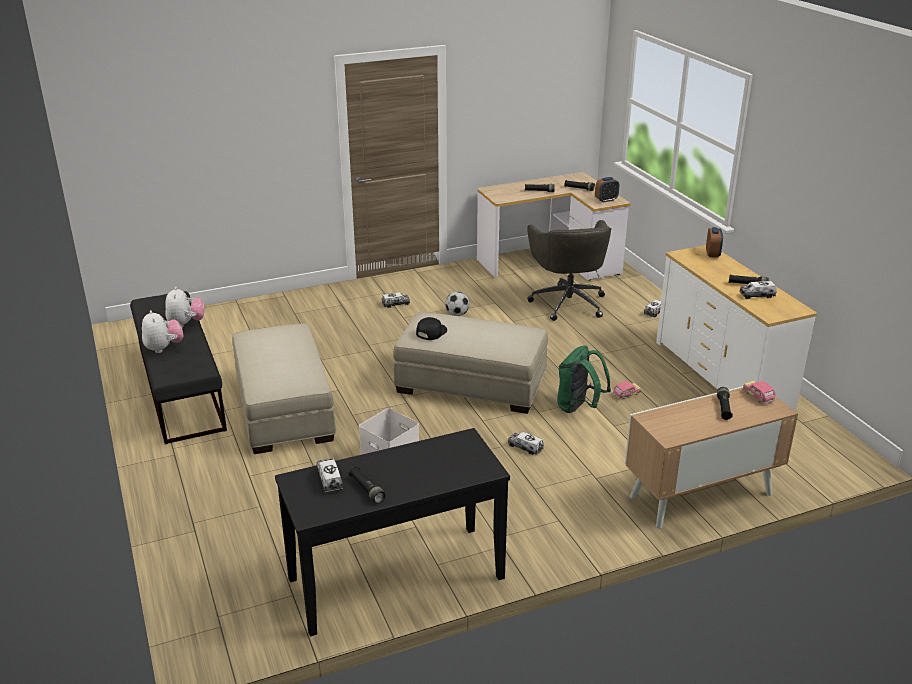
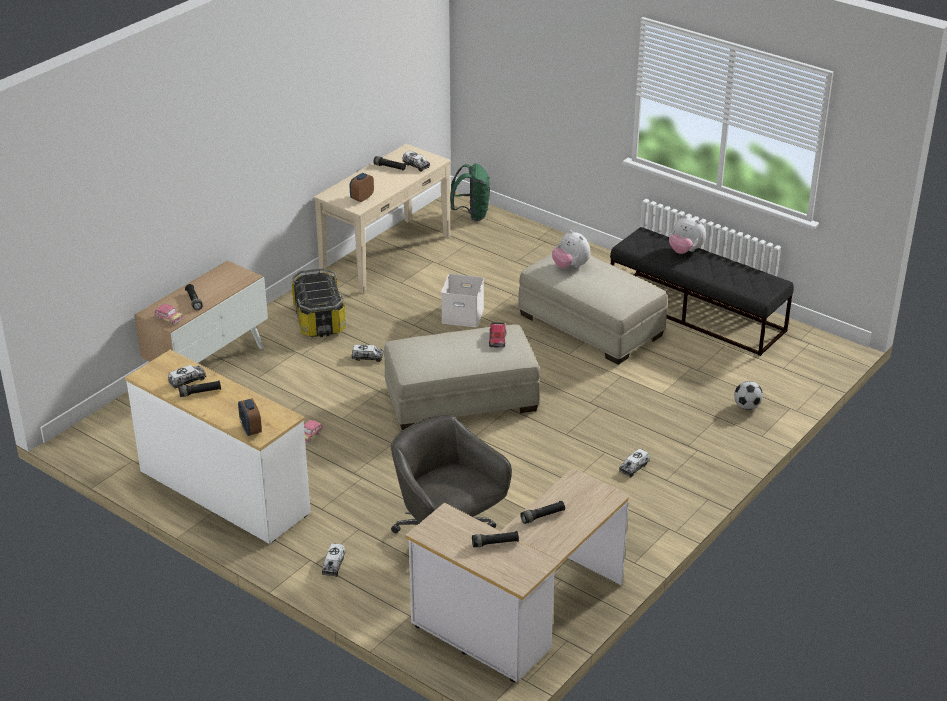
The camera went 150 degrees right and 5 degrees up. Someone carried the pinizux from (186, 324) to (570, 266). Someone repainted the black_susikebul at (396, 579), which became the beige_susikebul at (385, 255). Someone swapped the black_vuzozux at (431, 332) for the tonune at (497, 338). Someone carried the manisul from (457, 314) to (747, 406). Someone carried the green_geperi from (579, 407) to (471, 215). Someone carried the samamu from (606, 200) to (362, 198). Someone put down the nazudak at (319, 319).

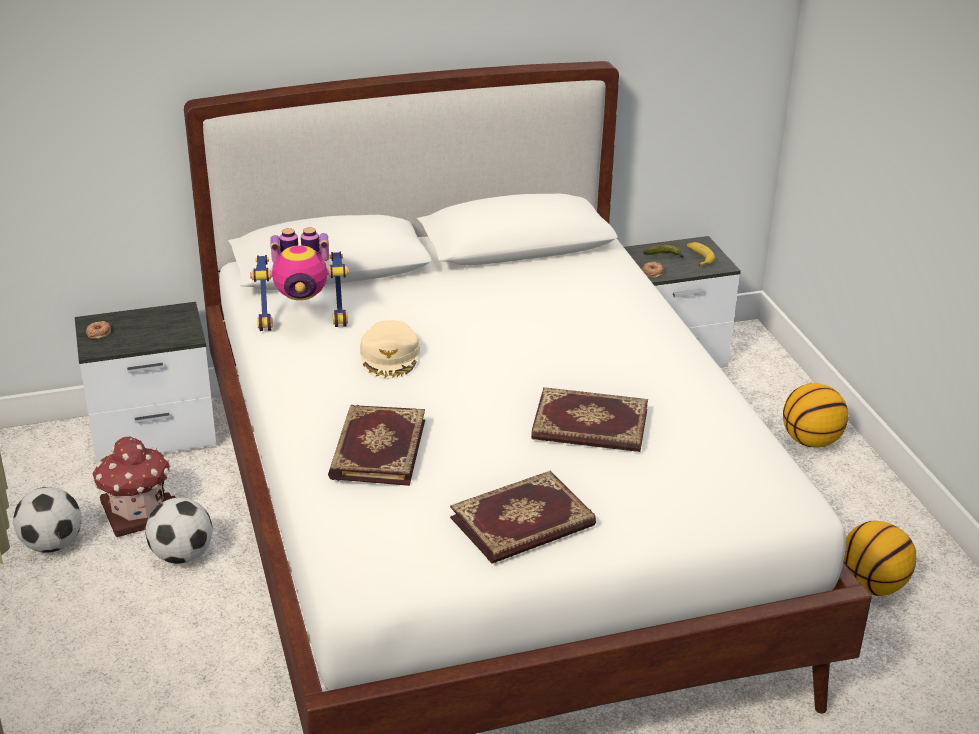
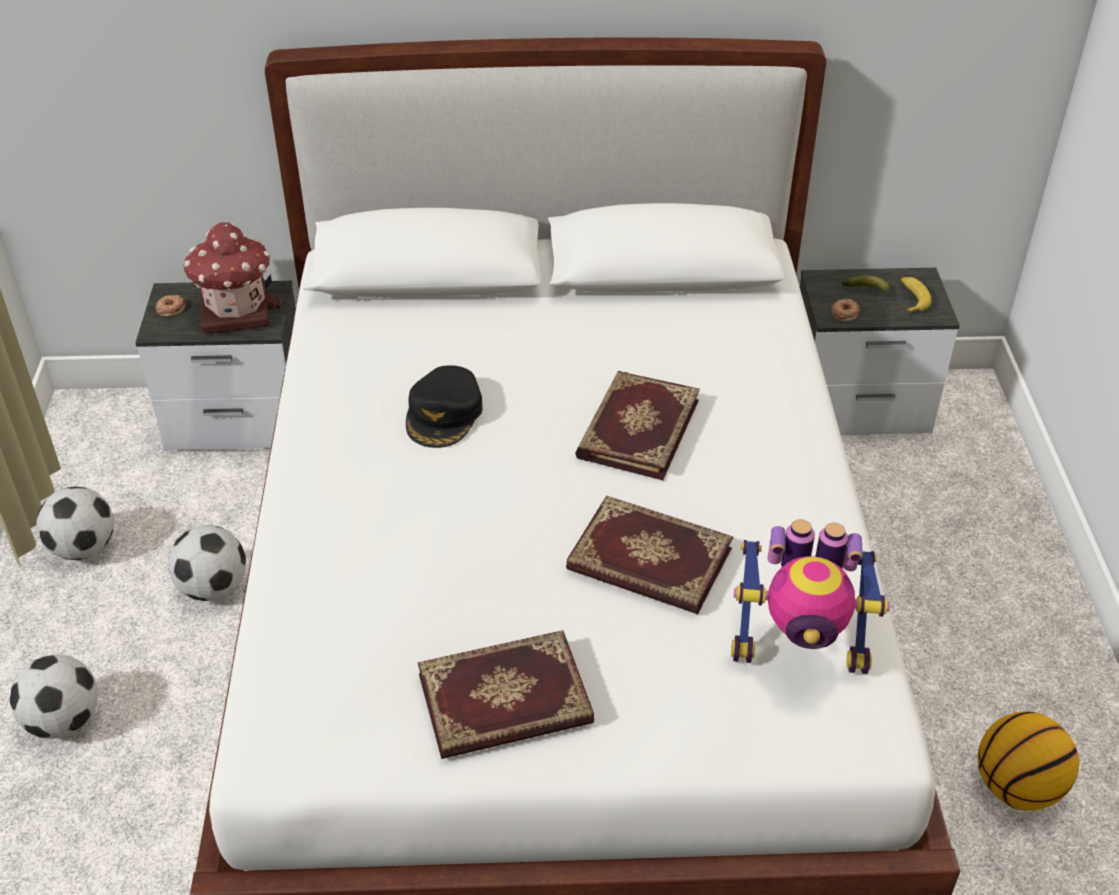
The camera went 15 degrees right and 10 degrees up. Someone carried the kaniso from (137, 511) to (236, 309). Someone carried the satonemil from (303, 321) to (800, 647). Someone carried the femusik from (376, 449) to (636, 428). Someone repainted the beige_vuzozux at (390, 357), which became the black_vuzozux at (444, 414). Someone took away the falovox at (811, 441). Someone put down the manisul at (64, 721).

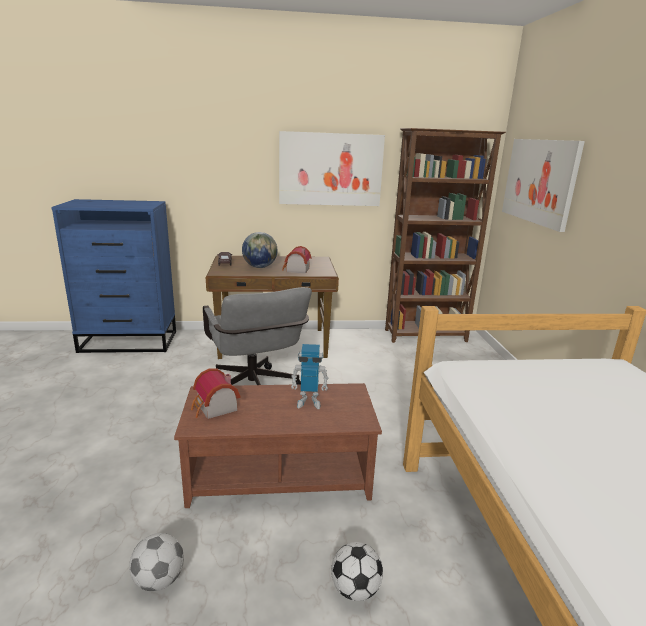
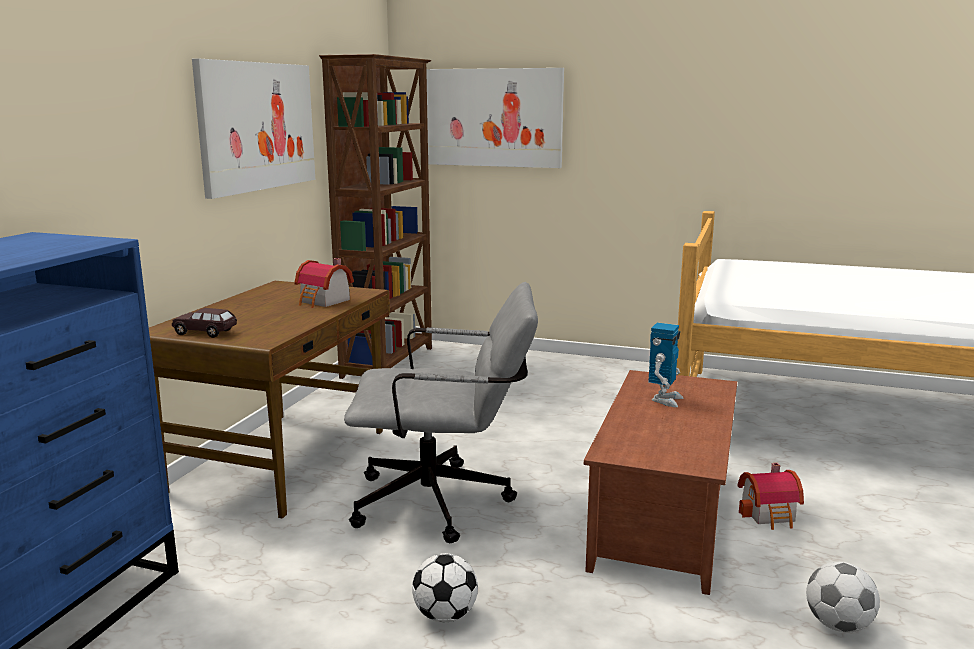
The camera went 65 degrees left and 5 degrees down. Someone carried the kaniso from (215, 408) to (770, 515). Someone took away the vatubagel at (260, 267). Someone carried the manisul from (355, 589) to (445, 615).

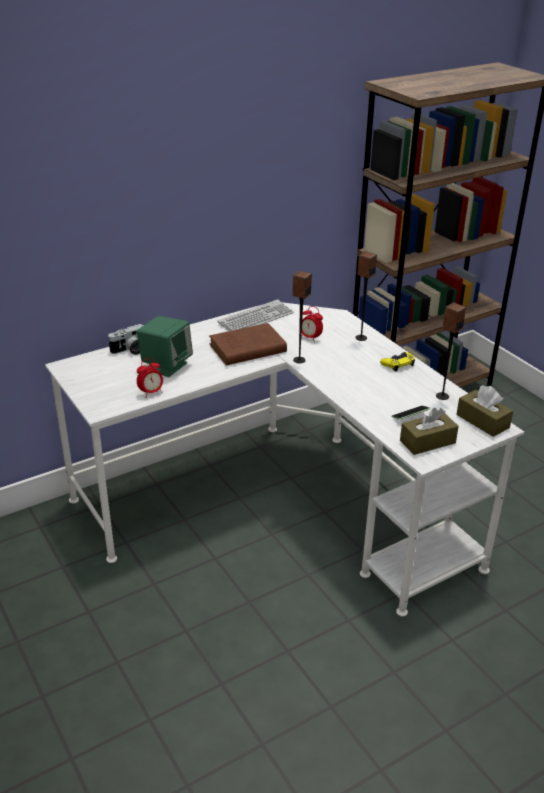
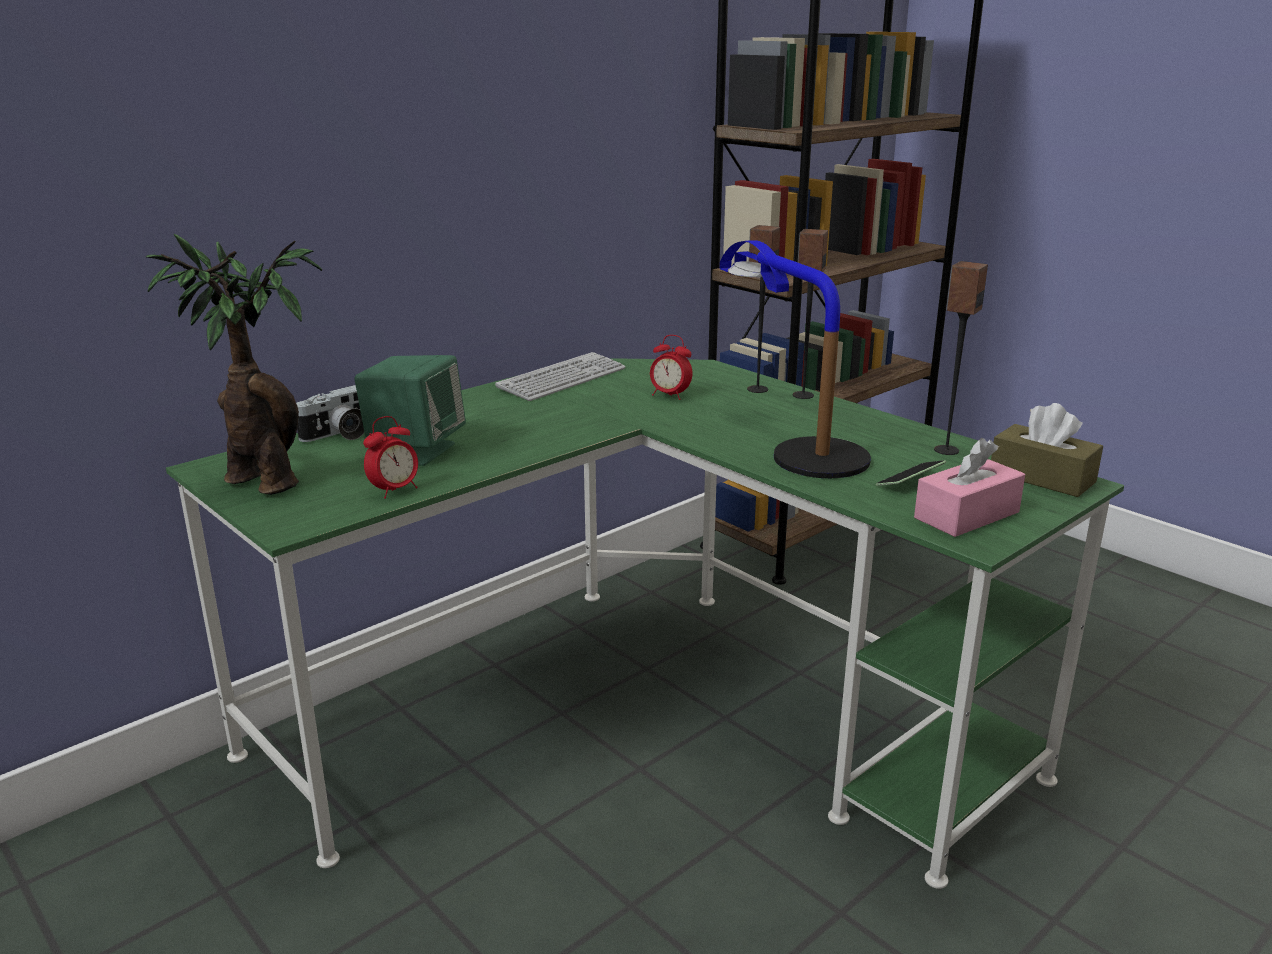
The camera went 10 degrees left and 10 degrees down. Someone repainted the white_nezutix at (280, 502), which became the green_nezutix at (639, 711). Someone took away the brown_femusik at (245, 349). Someone carried the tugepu from (299, 360) to (802, 395). Someone took away the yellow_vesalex at (398, 364). Someone repainted the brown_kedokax at (427, 442), which became the pink_kedokax at (966, 515). Someone put down the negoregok at (260, 480). Someone put down the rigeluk at (793, 441).

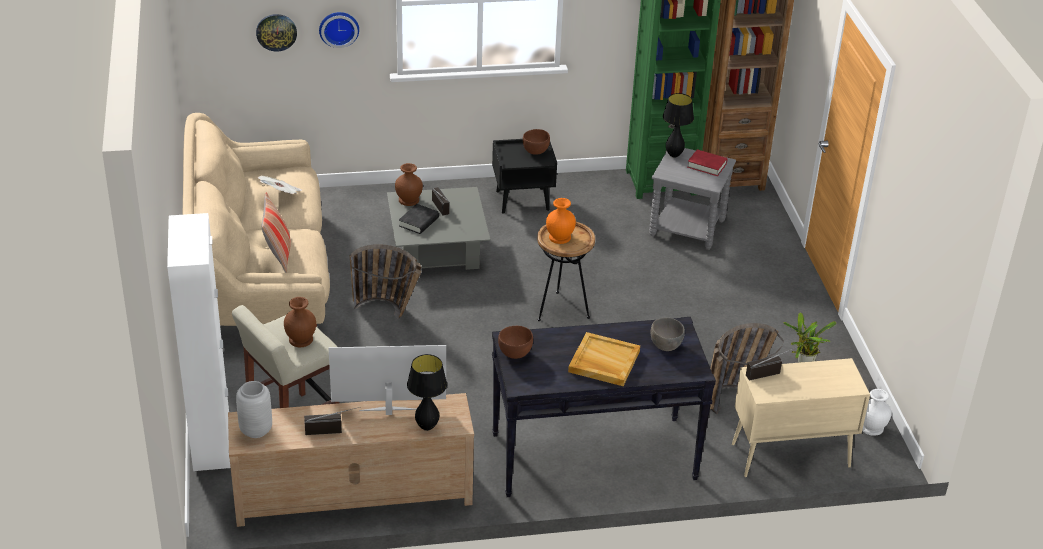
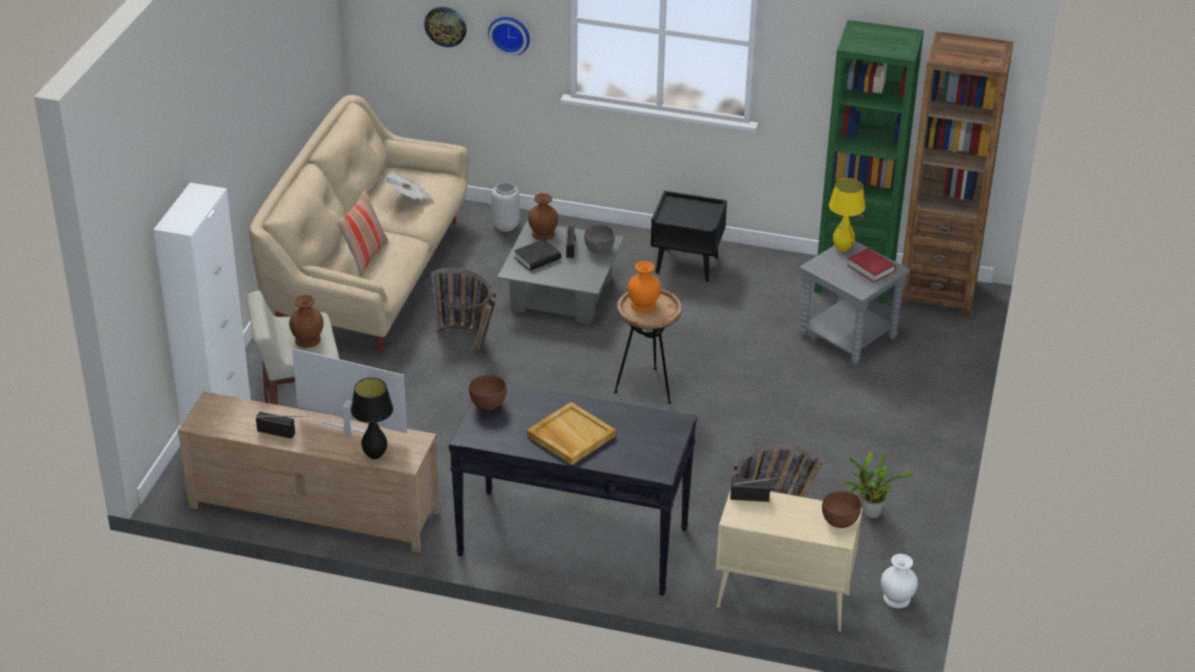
The camera went 25 degrees right and 0 degrees up. Someone carried the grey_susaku from (256, 429) to (506, 226). Someone carried the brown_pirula from (536, 151) to (840, 522). Someone carried the grey_pirula from (665, 345) to (599, 250). Someone repainted the black_rigeluk at (674, 155), which became the yellow_rigeluk at (842, 249).

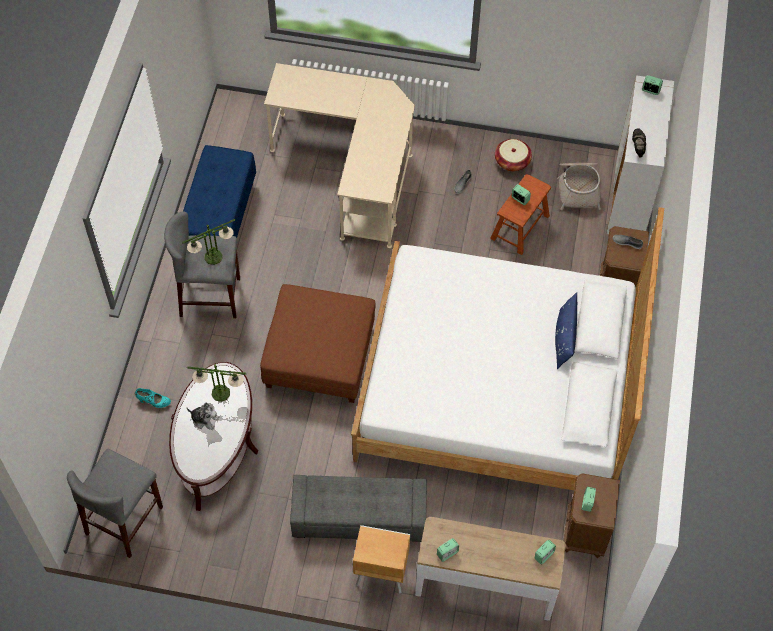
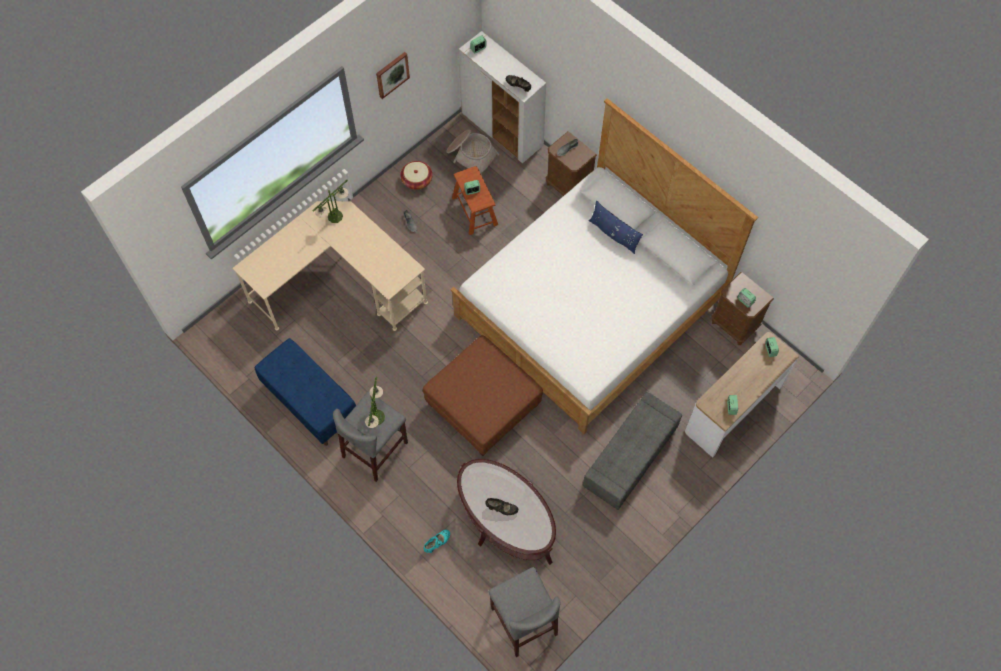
The camera went 55 degrees left and 5 degrees up. Someone carried the rigeluk from (221, 393) to (335, 216). Someone swapped the pinizux at (205, 419) for the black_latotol at (501, 508). Someone took away the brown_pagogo at (380, 573). Someone put up the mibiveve at (392, 74).

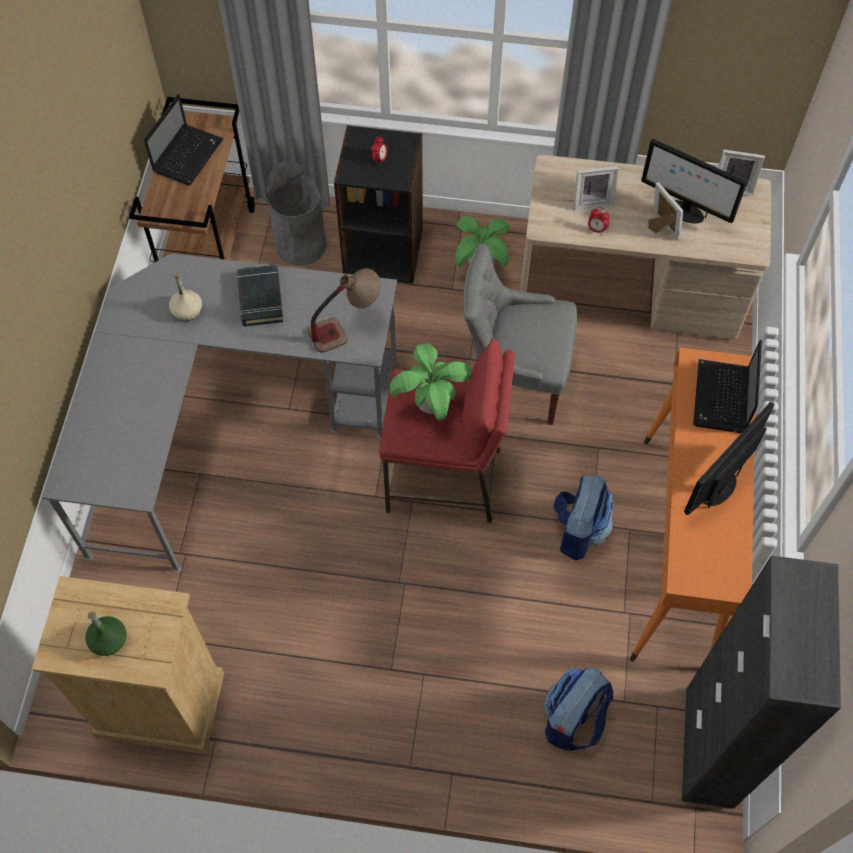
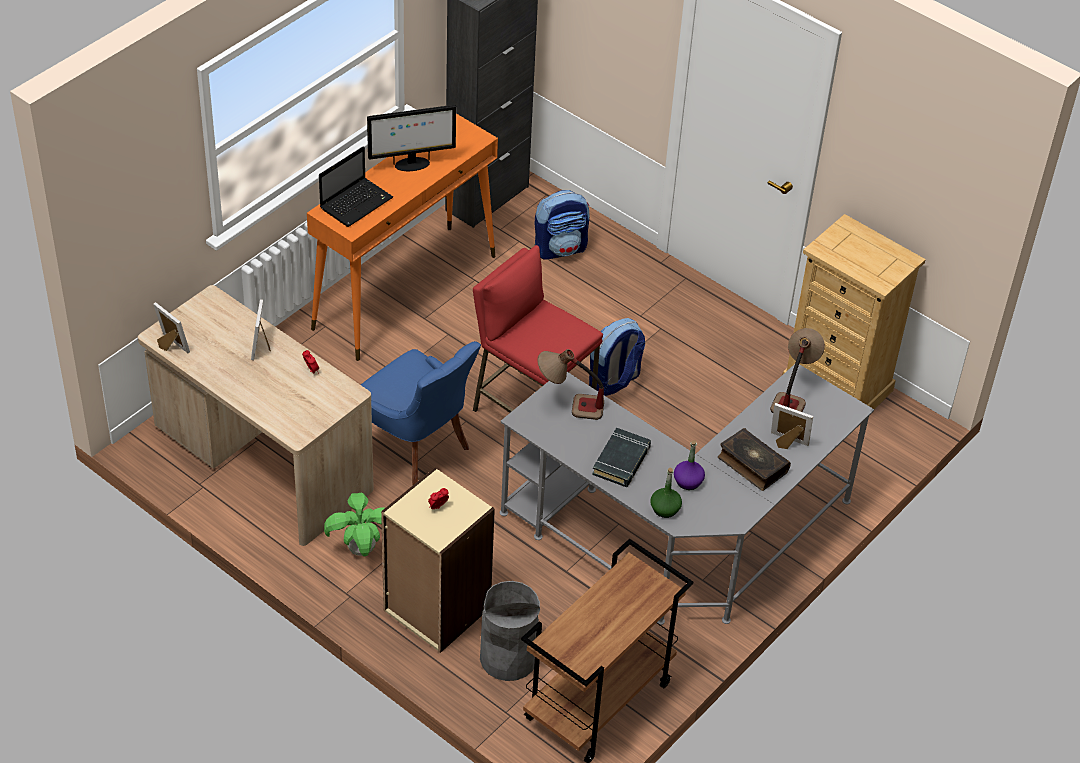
The camera went 150 degrees left and 15 degrees down. Someone carried the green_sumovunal from (109, 640) to (665, 509). Someone took away the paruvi at (188, 154). Someone repainted the beige_sumovunal at (187, 311), which became the purple_sumovunal at (688, 481). Someone repainted the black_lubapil at (383, 251), which became the beige_lubapil at (436, 610). Someone took away the negoregok at (432, 405). Someone repainted the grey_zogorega at (514, 379), which became the blue_zogorega at (416, 449). Someone carried the geperi from (578, 530) to (614, 381). Someone carried the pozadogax from (591, 201) to (787, 443). Someone took away the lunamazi at (684, 212). Someone put down the femusik at (752, 465). Someone put down the rigeluk at (793, 395).

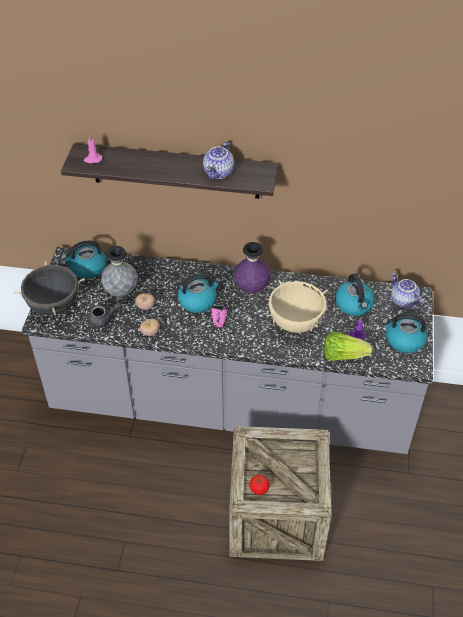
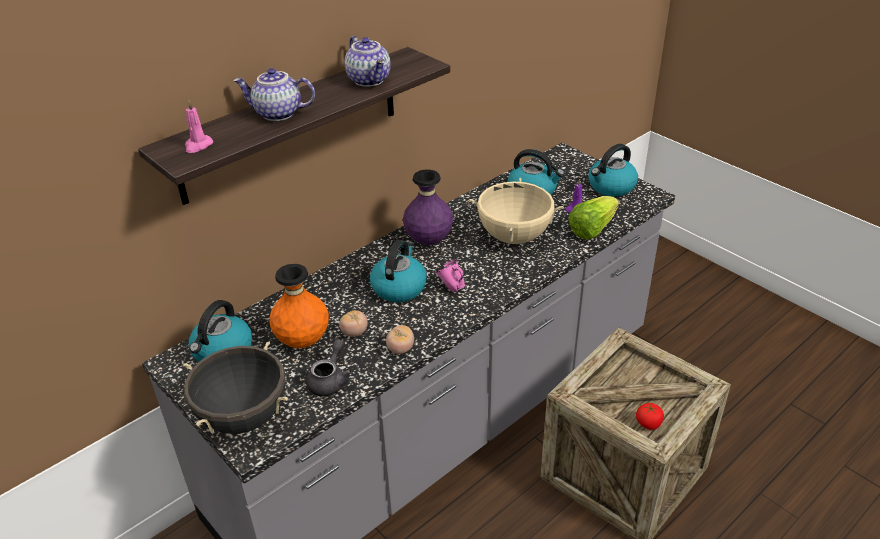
The camera went 50 degrees left and 10 degrees down. Someone repainted the grey_susaku at (121, 291), which became the orange_susaku at (303, 341). Someone carried the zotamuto from (402, 301) to (277, 114).

